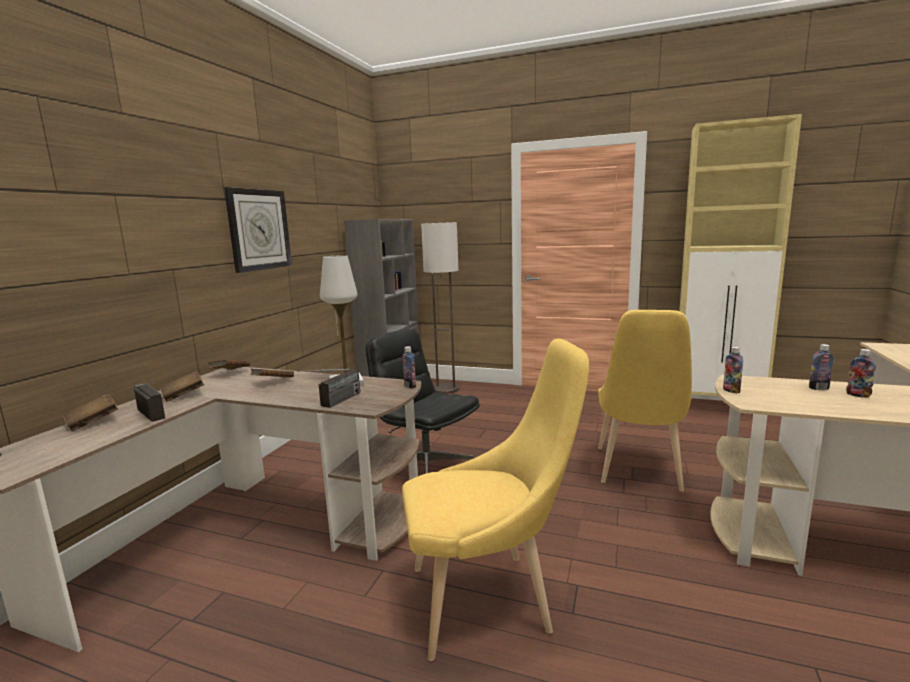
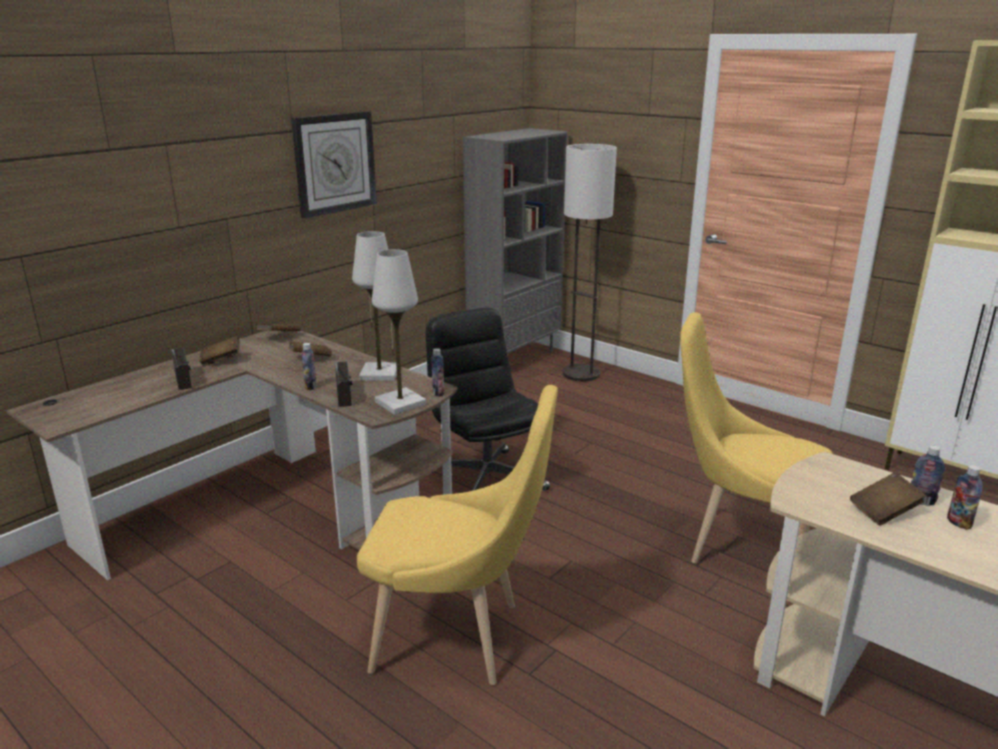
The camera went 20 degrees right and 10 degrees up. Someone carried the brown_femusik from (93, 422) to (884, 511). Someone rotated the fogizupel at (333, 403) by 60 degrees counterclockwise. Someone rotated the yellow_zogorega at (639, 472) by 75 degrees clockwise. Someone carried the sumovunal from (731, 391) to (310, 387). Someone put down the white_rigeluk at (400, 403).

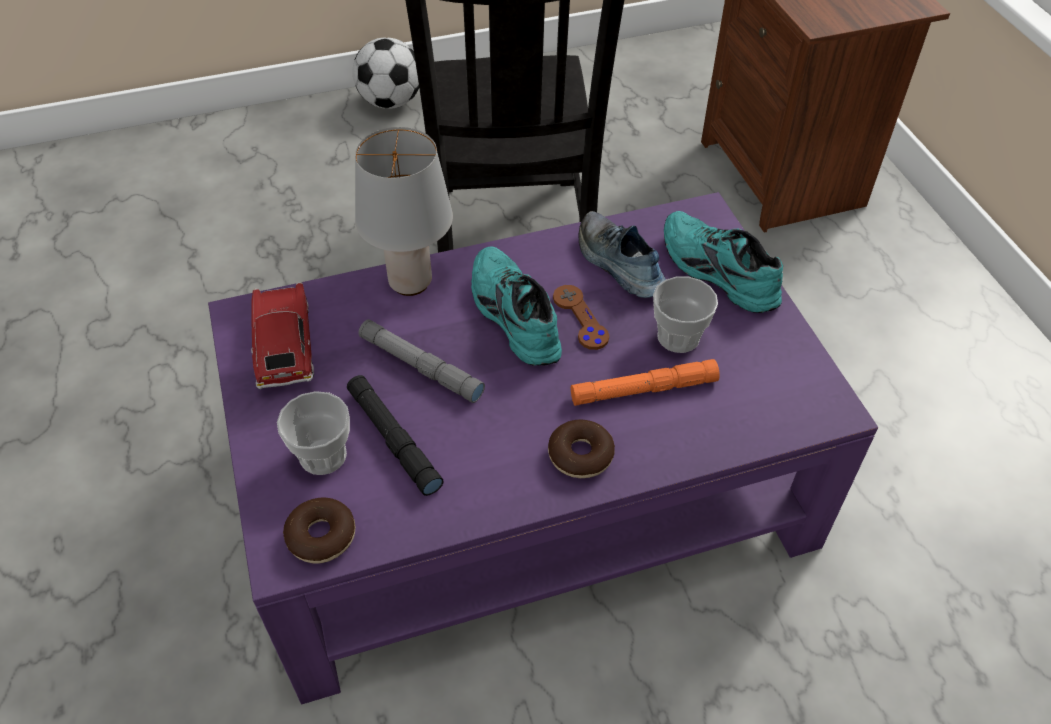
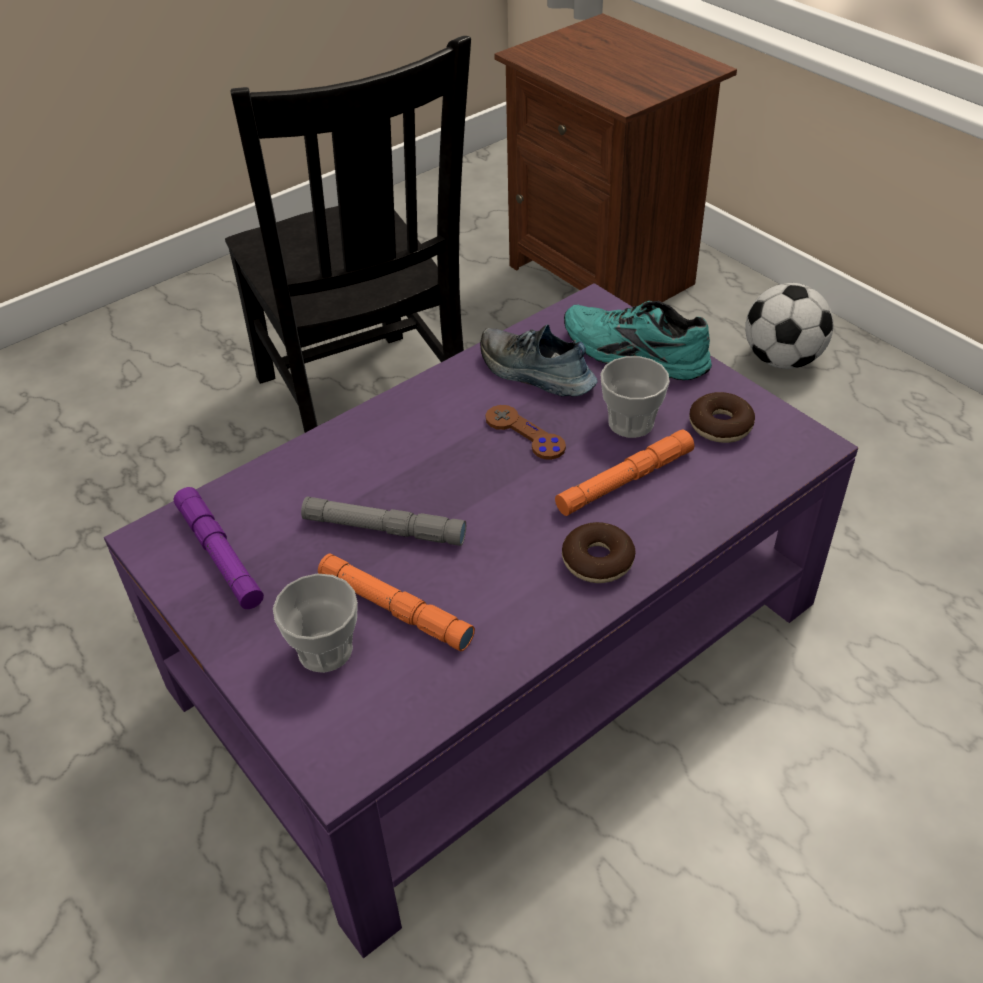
The camera went 20 degrees left and 5 degrees down. Someone swapped the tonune at (284, 346) for the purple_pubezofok at (220, 554). Someone carried the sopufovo from (321, 536) to (720, 426). Someone repainted the black_pubezofok at (394, 439), which became the orange_pubezofok at (395, 609). Someone carried the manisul from (391, 102) to (782, 360). Someone took away the grey_rigeluk at (411, 281). Someone took away the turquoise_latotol at (511, 316).

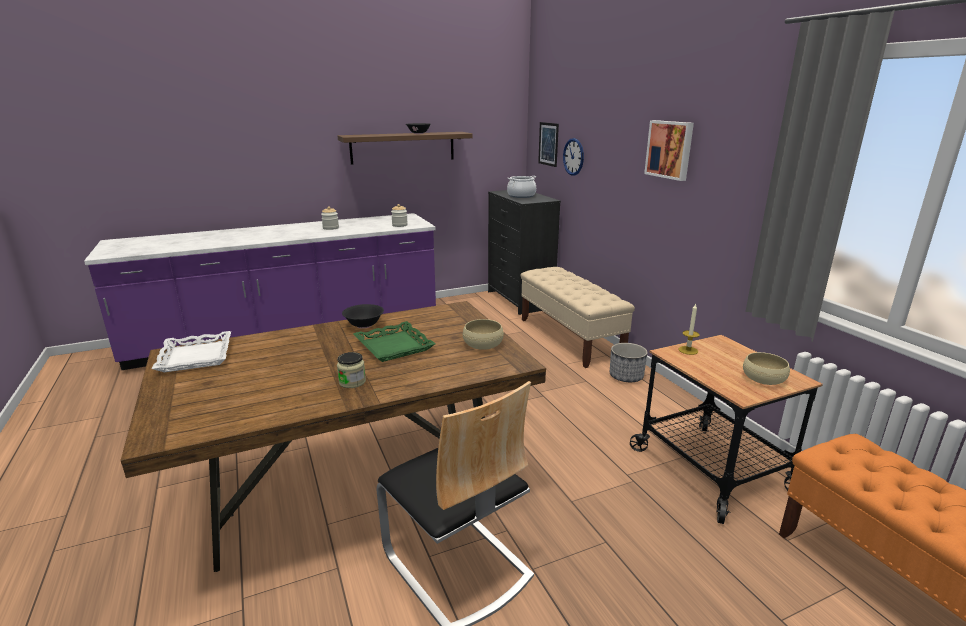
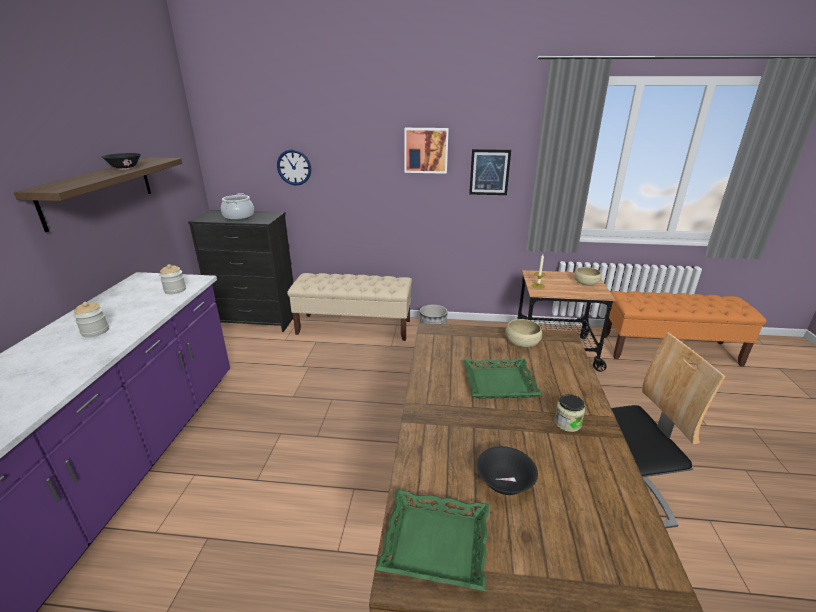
The camera went 60 degrees left and 5 degrees up. Someone repainted the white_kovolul at (195, 357), which became the green_kovolul at (435, 544). Someone carried the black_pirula from (364, 325) to (505, 484). Someone carried the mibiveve from (548, 144) to (489, 172).

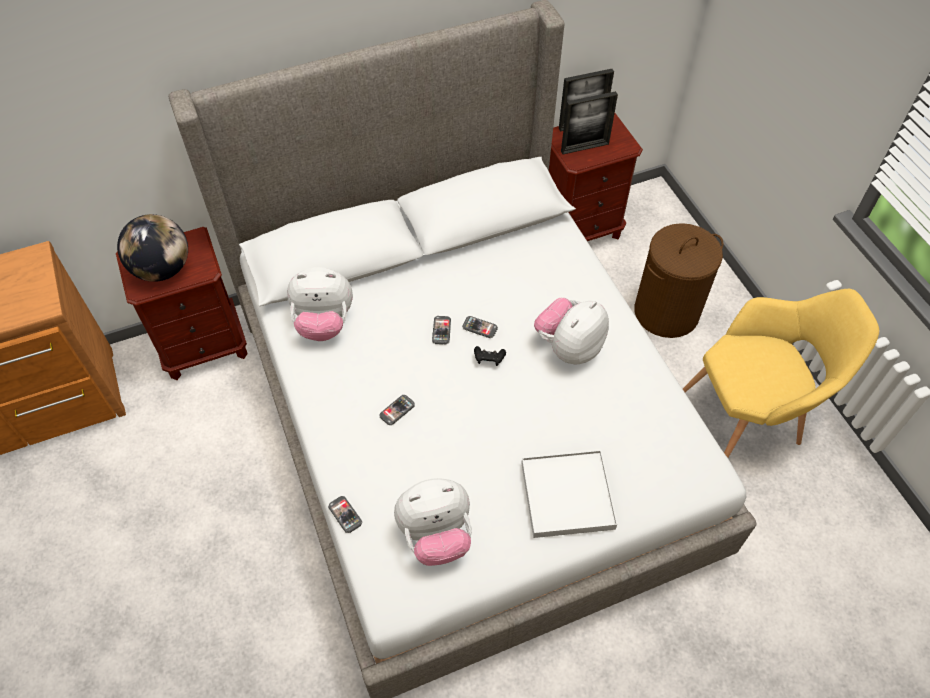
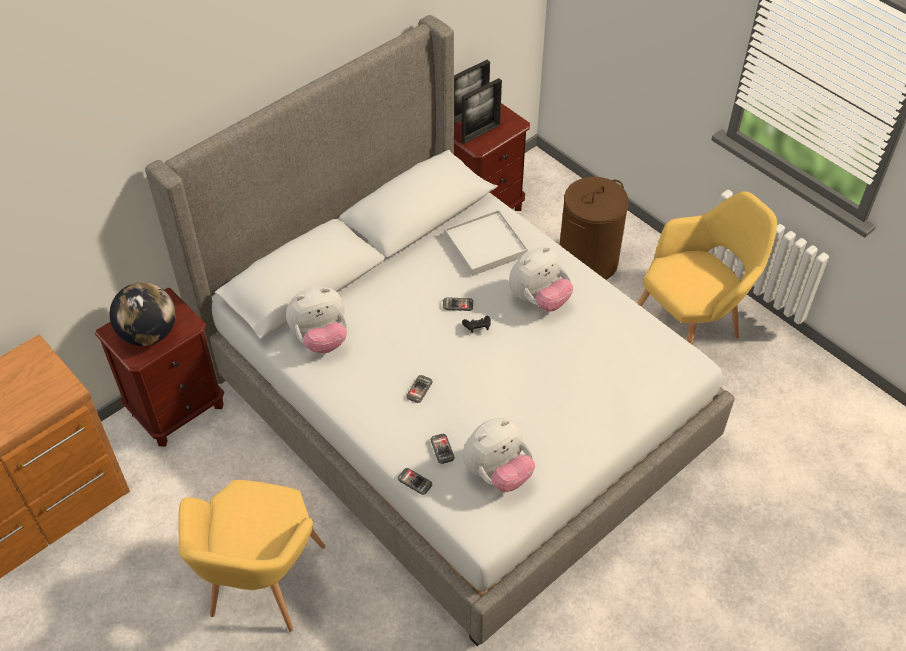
The camera went 20 degrees left and 5 degrees down. Someone carried the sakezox from (441, 331) to (442, 449). Someone carried the white_kovolul from (567, 495) to (485, 245). Someone rotated the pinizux at (569, 347) by 150 degrees counterclockwise. Someone put down the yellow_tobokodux at (261, 588).

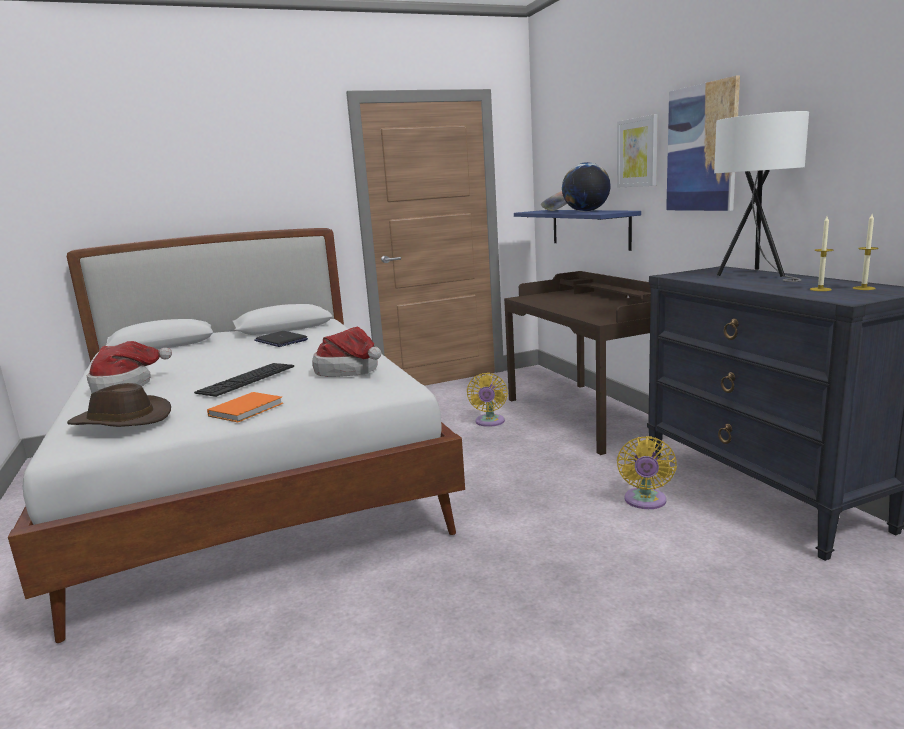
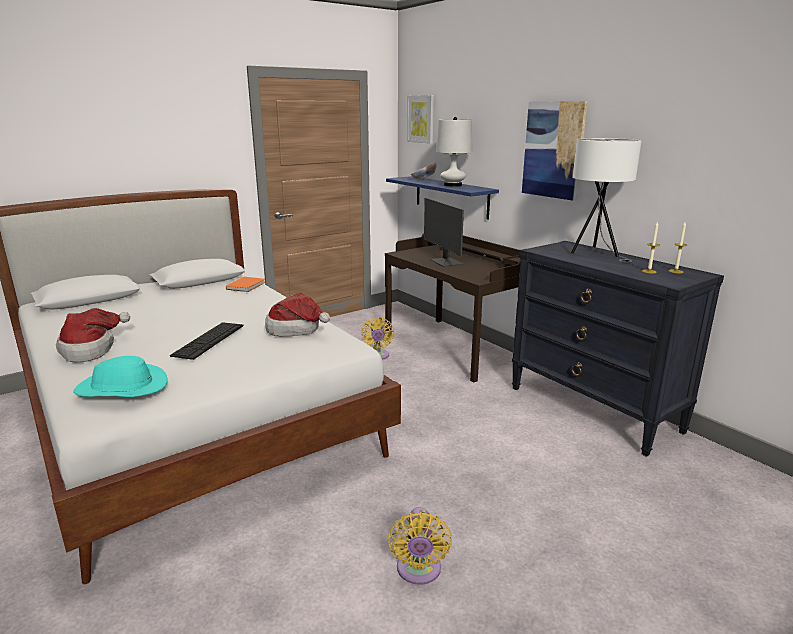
The camera went 15 degrees left and 5 degrees up. Someone repainted the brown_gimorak at (120, 420), which became the turquoise_gimorak at (122, 388). Someone carried the orange_femusik from (248, 409) to (247, 285). Someone took away the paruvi at (281, 340). Someone swapped the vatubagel at (586, 211) for the white_rigeluk at (452, 185). Someone carried the mibiveve from (638, 152) to (421, 119). Someone carried the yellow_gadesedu from (645, 501) to (418, 571). Someone put down the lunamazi at (445, 262).

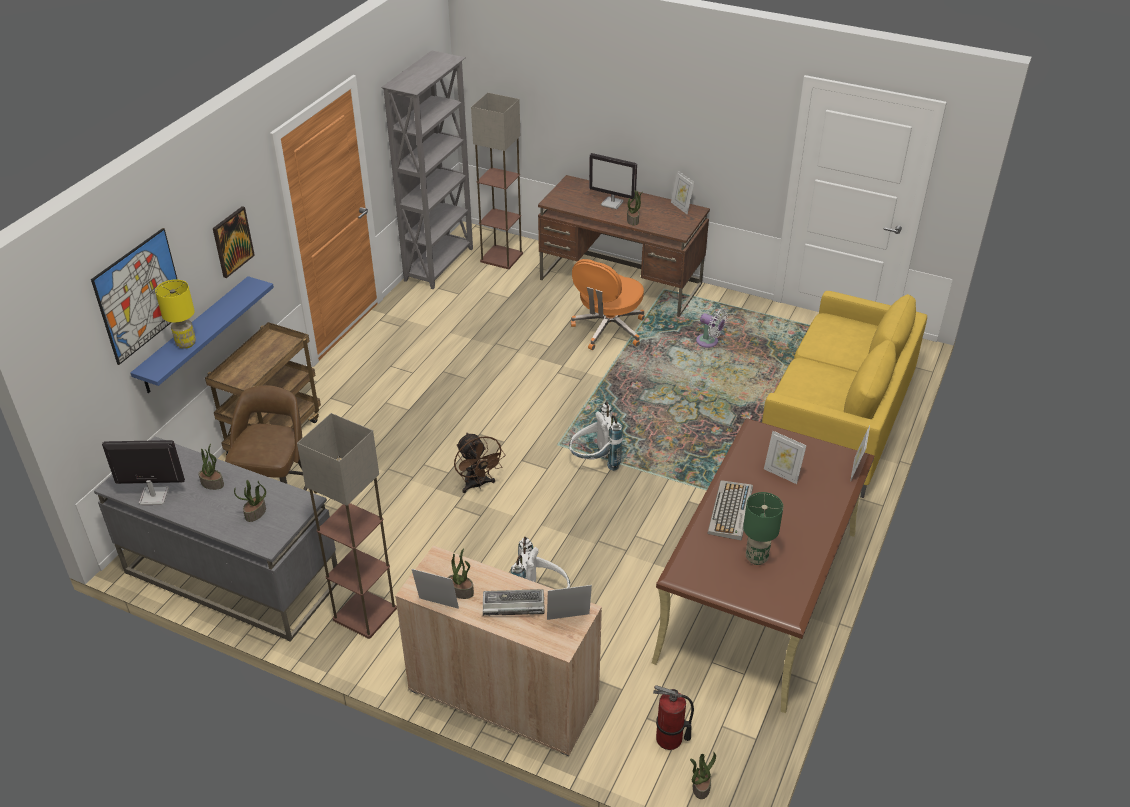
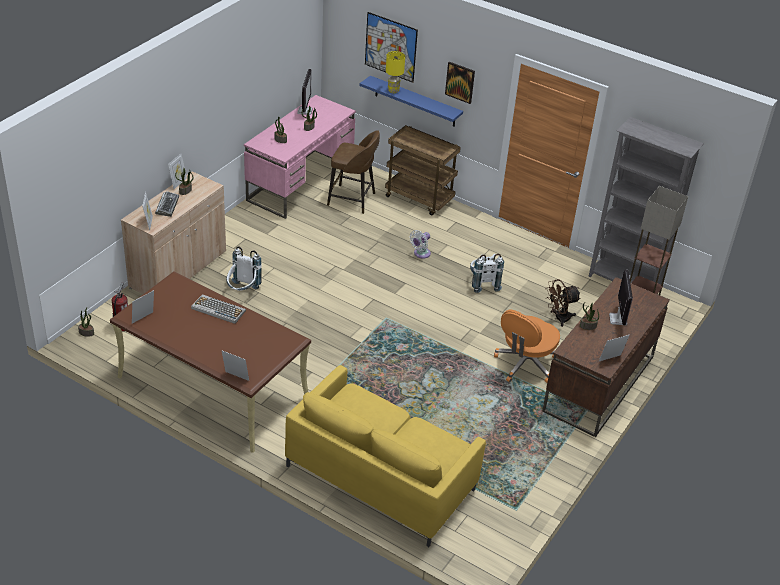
The camera went 95 degrees right and 0 degrees up. Someone repainted the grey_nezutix at (231, 577), which became the pink_nezutix at (301, 183). Someone took away the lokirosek at (364, 614). Someone carried the brown_gadesedu from (477, 485) to (558, 318). Someone carried the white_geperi from (594, 462) to (483, 283). Someone rotated the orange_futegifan at (608, 330) by 90 degrees counterclockwise. Someone rotated the lunamazi at (612, 203) by 150 degrees clockwise. Someone carried the white_gadesedu from (709, 342) to (420, 254). Someone took away the green_rigeluk at (757, 558). Someone carried the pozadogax from (781, 474) to (144, 319).

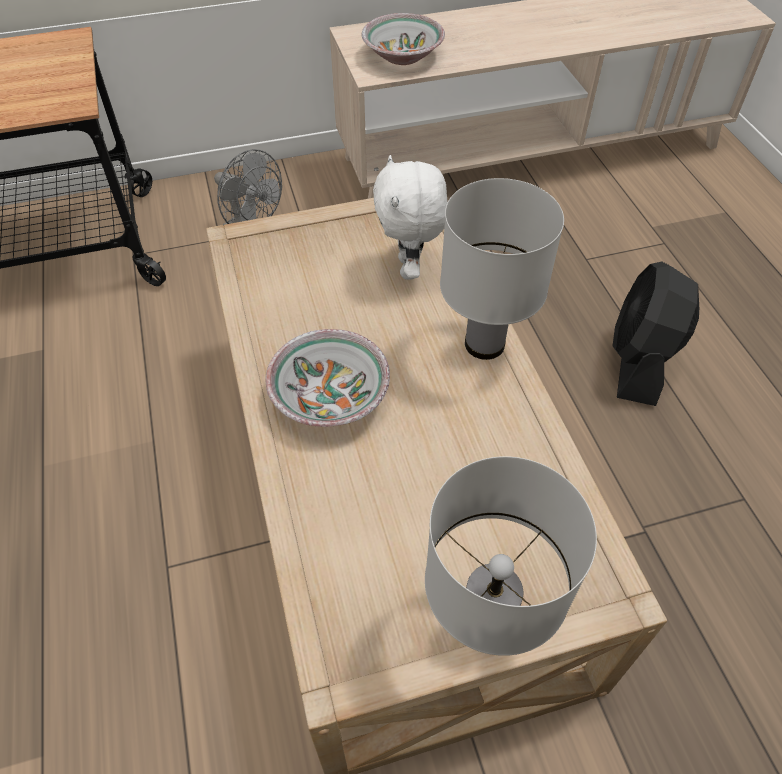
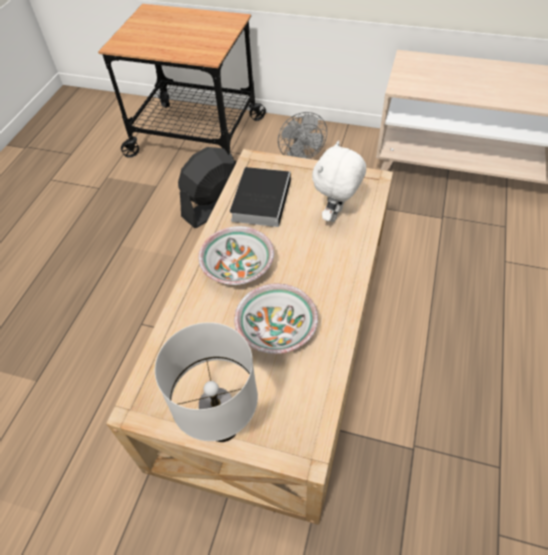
The camera went 35 degrees right and 0 degrees up. Someone carried the pirula from (403, 55) to (277, 329). Someone took away the white_rigeluk at (484, 345). Someone carried the black_gadesedu from (639, 360) to (214, 206). Someone put down the femusik at (261, 198).

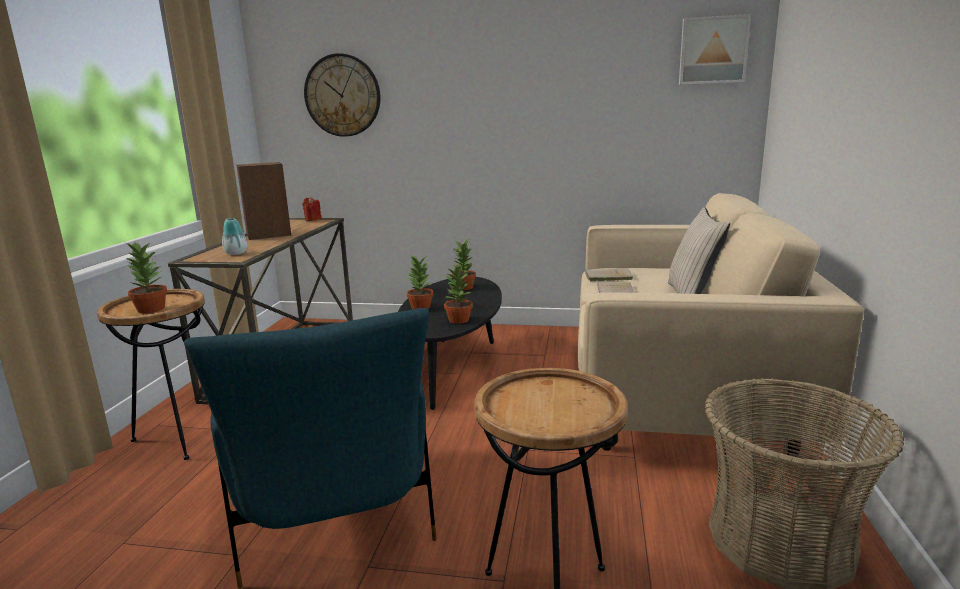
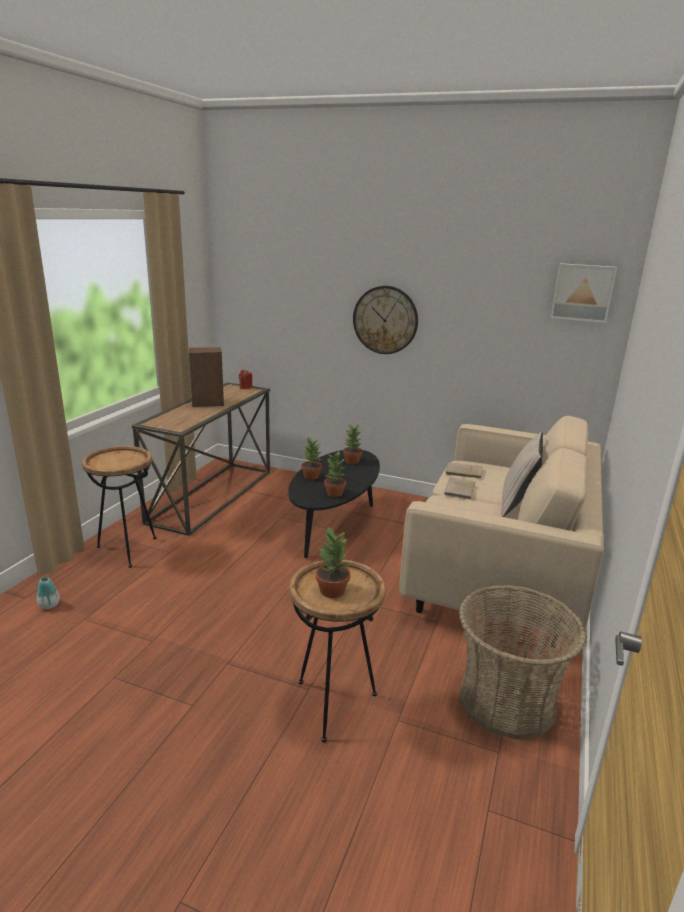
The camera went 10 degrees right and 5 degrees up. Someone carried the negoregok from (150, 309) to (331, 590). Someone took away the blue_tobokodux at (333, 509). Someone carried the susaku from (236, 253) to (49, 605). Someone carried the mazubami from (342, 95) to (385, 320).

